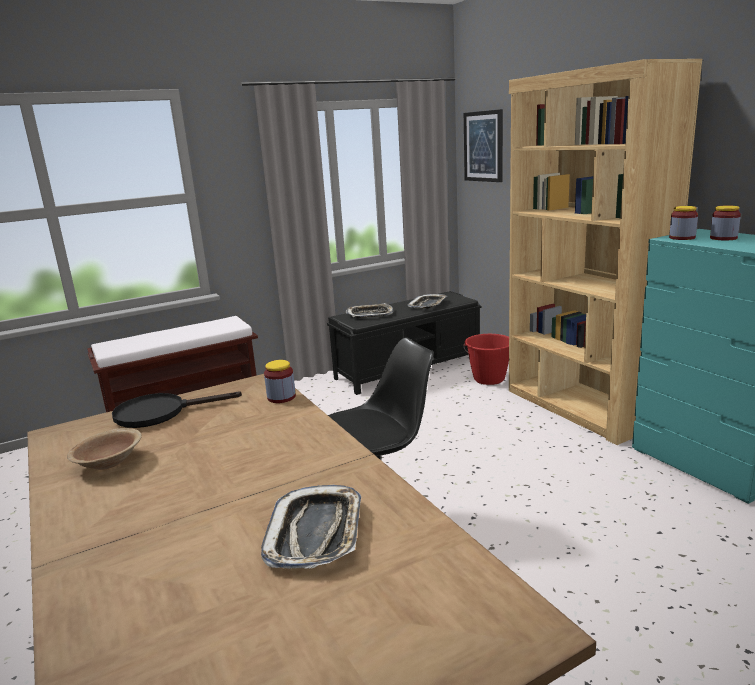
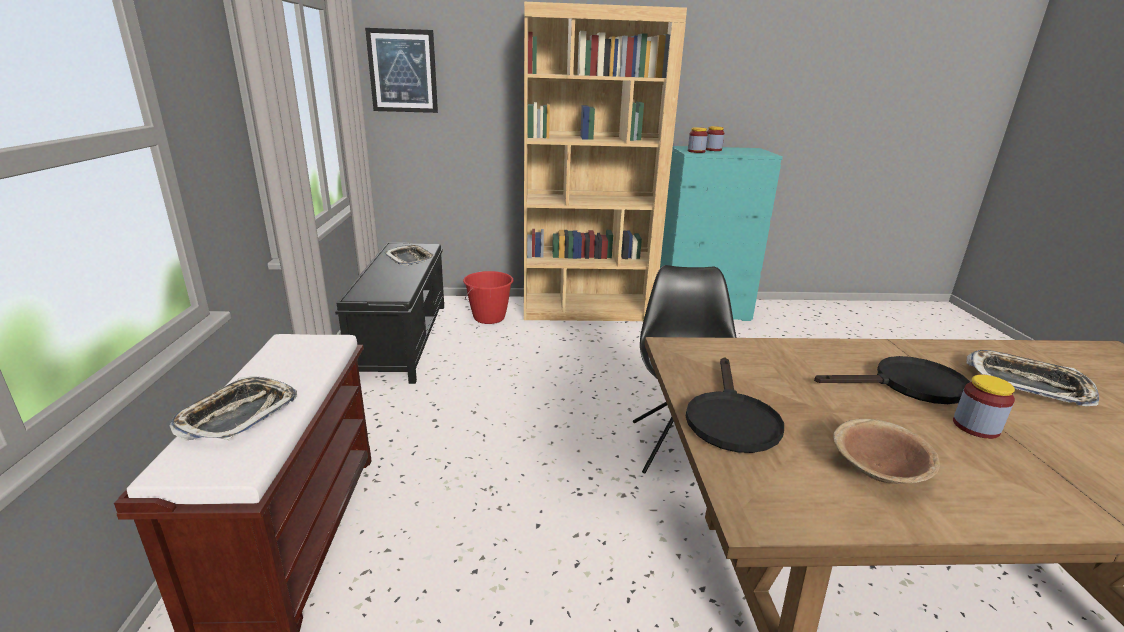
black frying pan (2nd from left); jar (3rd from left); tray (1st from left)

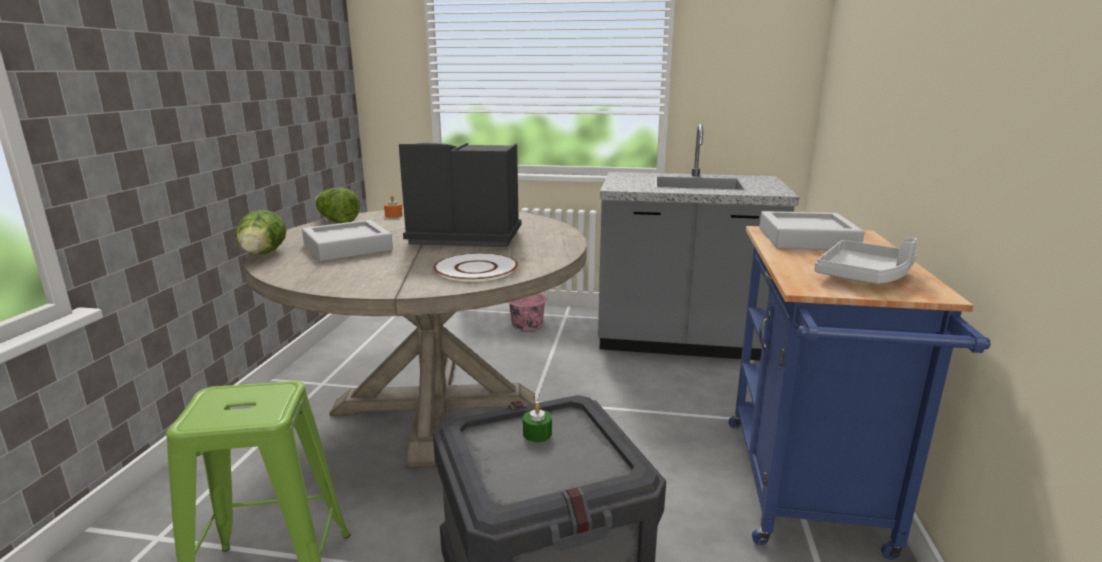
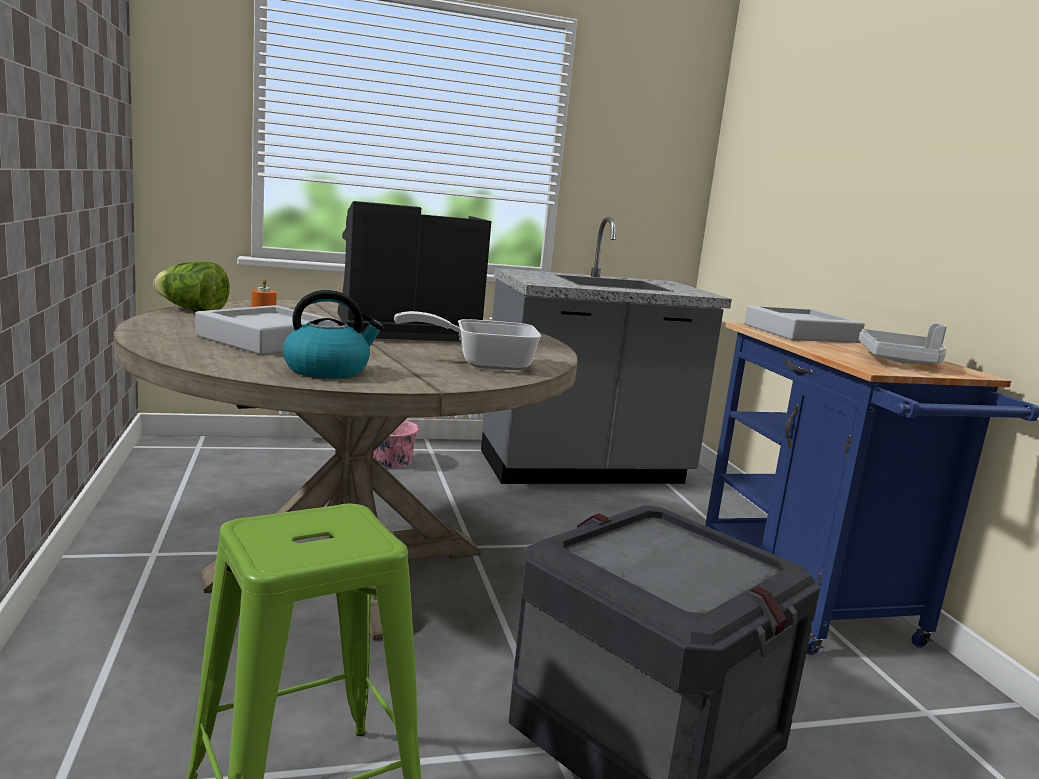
lettuce (1st from left in the first image); green candle; kettle; frying pan

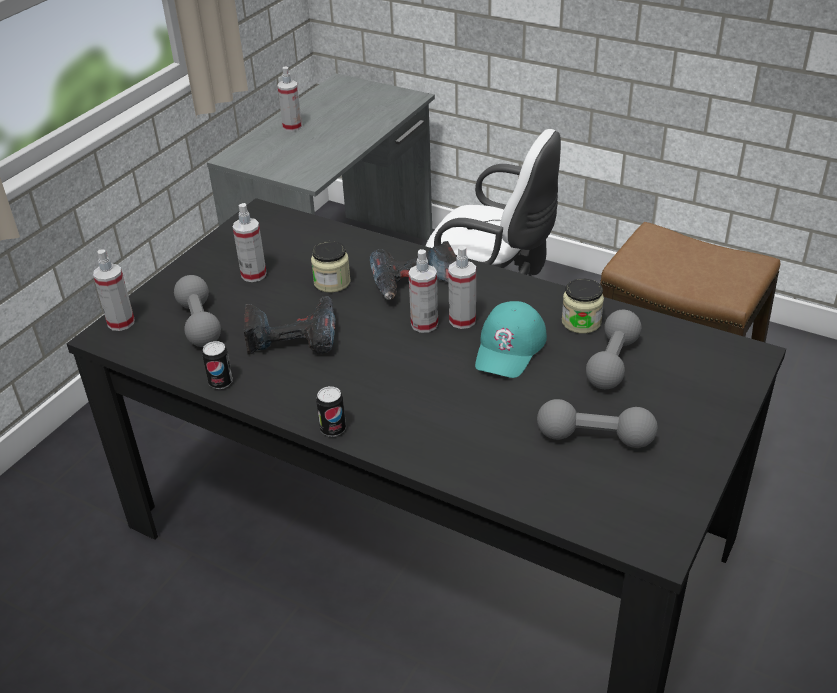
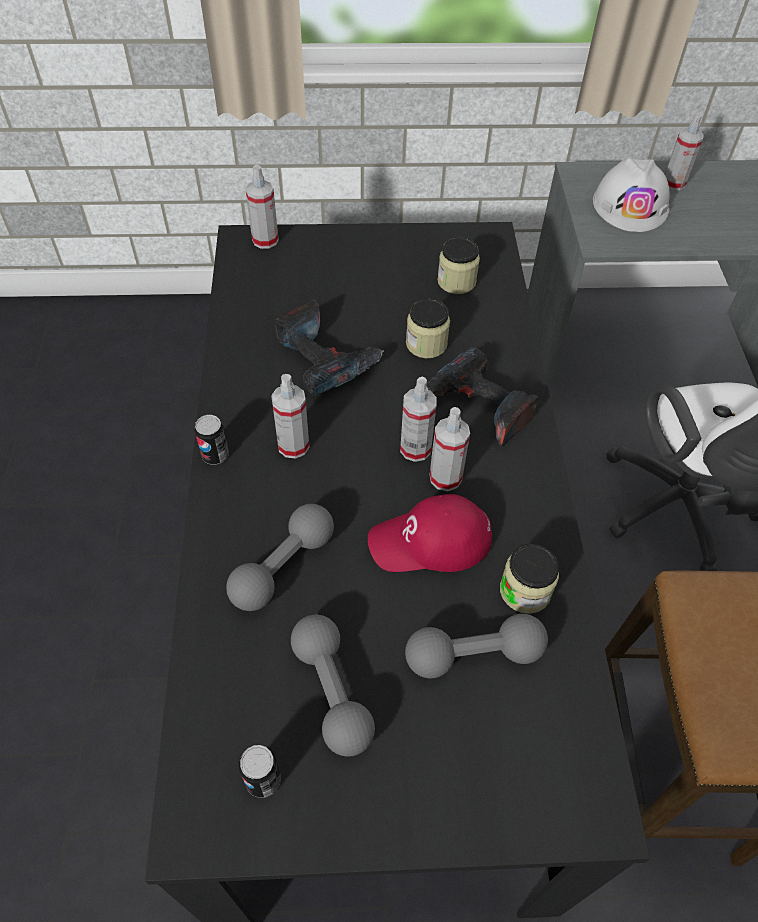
jar (2nd from left); white hard hat; grey dumbbell (1st from left); can (2nd from left); spray bottle (2nd from left); red cap

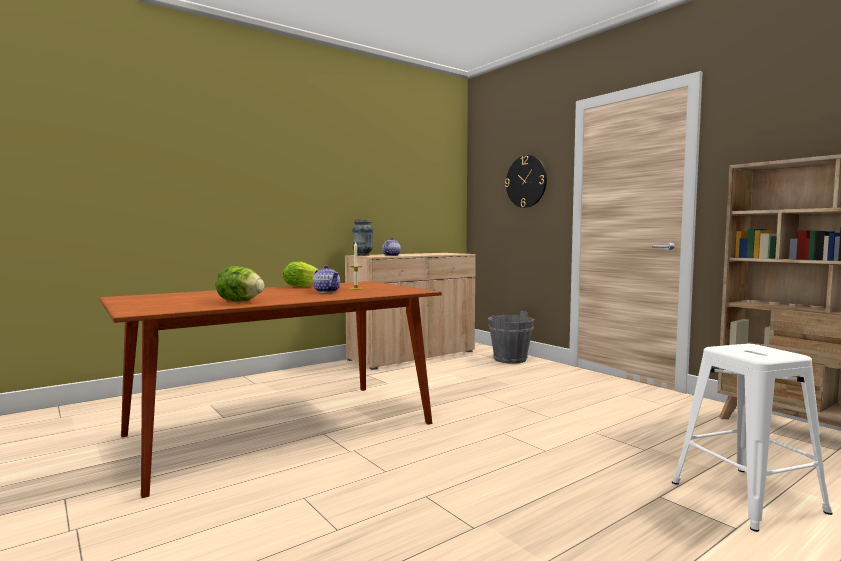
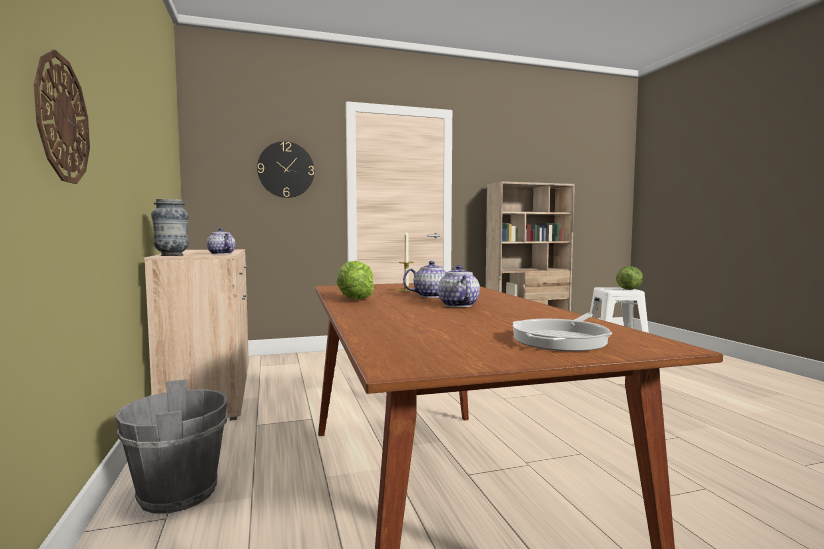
wall clock (1st from left); teapot (3rd from left); frying pan; lettuce (2nd from left); grey bucket

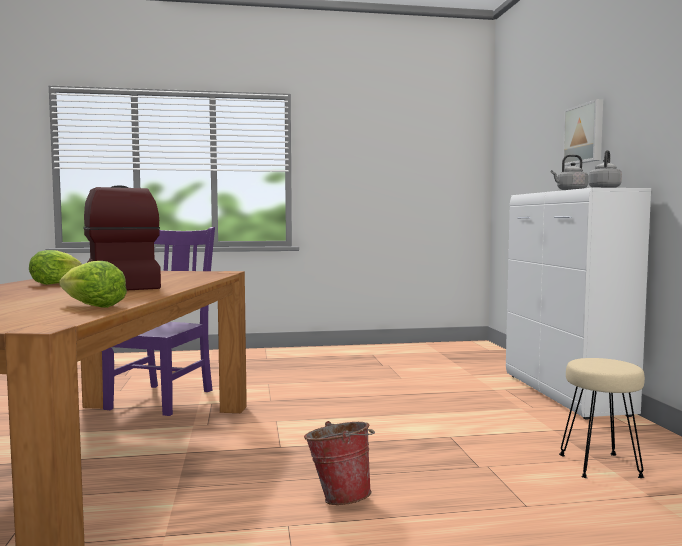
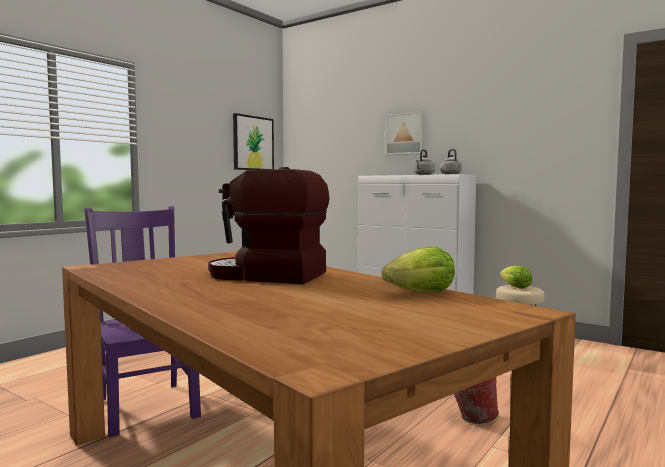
picture (1st from left); lettuce (2nd from left)

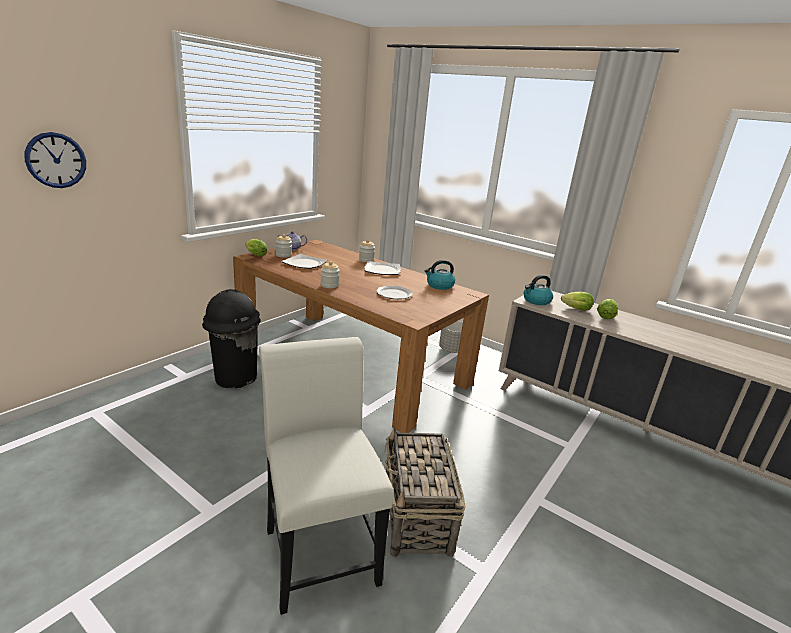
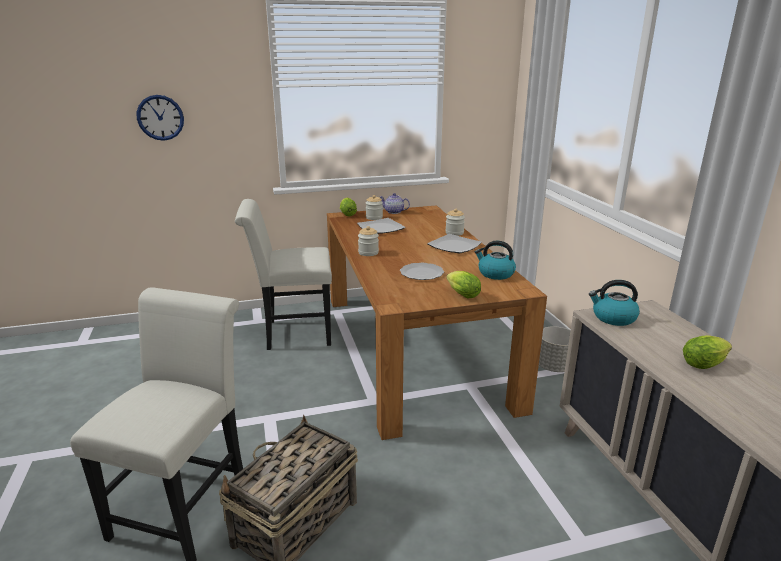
lettuce (2nd from left); white chair (2nd from left)

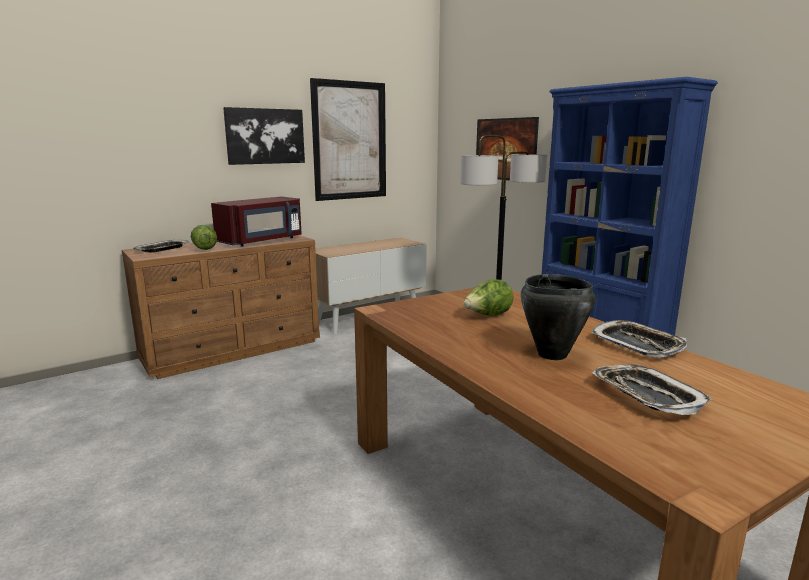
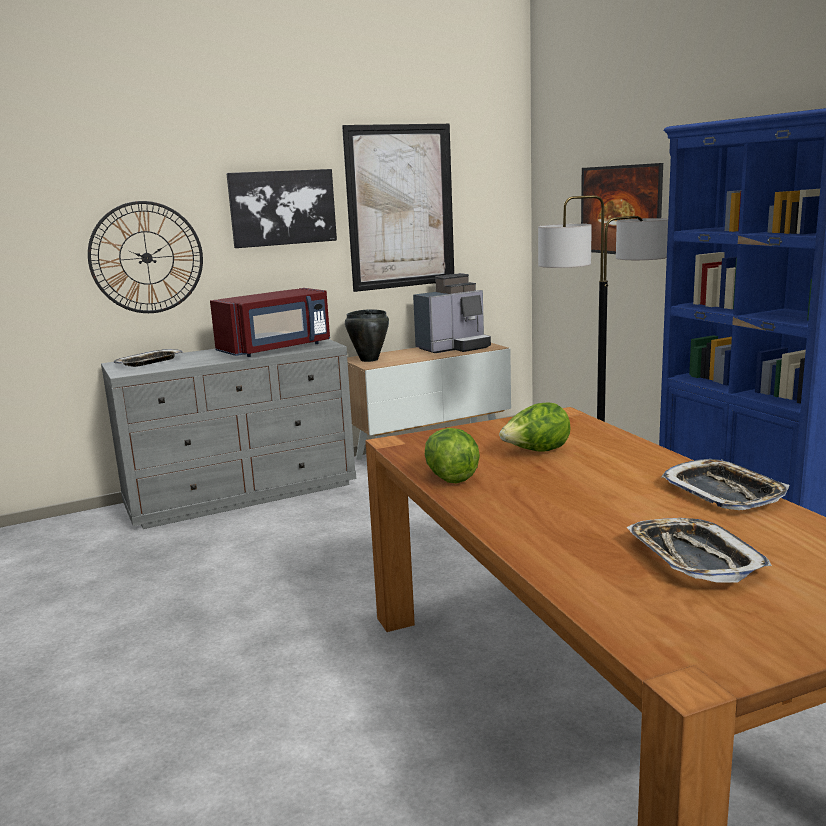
wall clock; coffee machine; lettuce (1st from left); black cooking pot; grey dresser

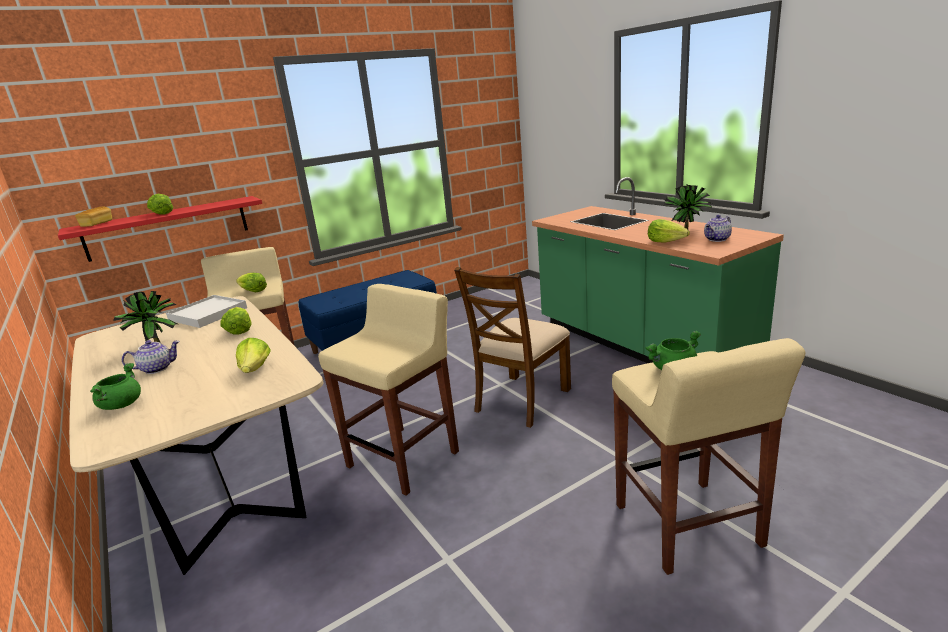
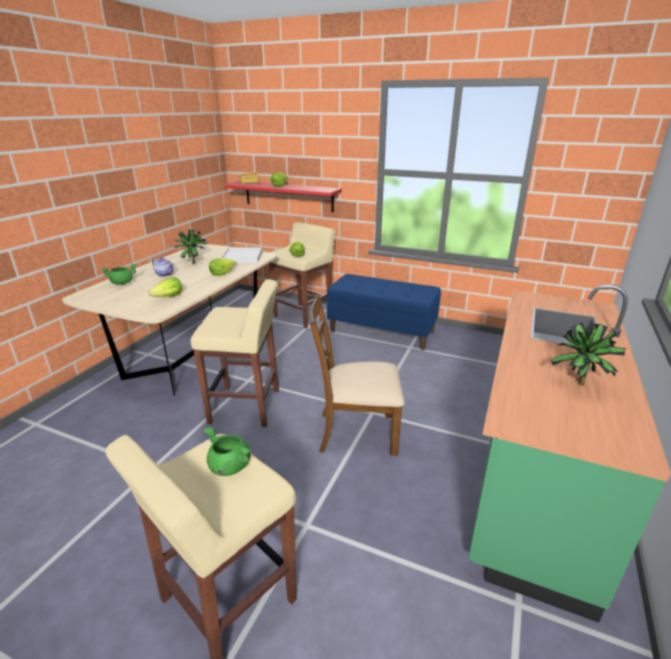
lettuce (5th from left in the first image); teapot (2nd from left in the first image)

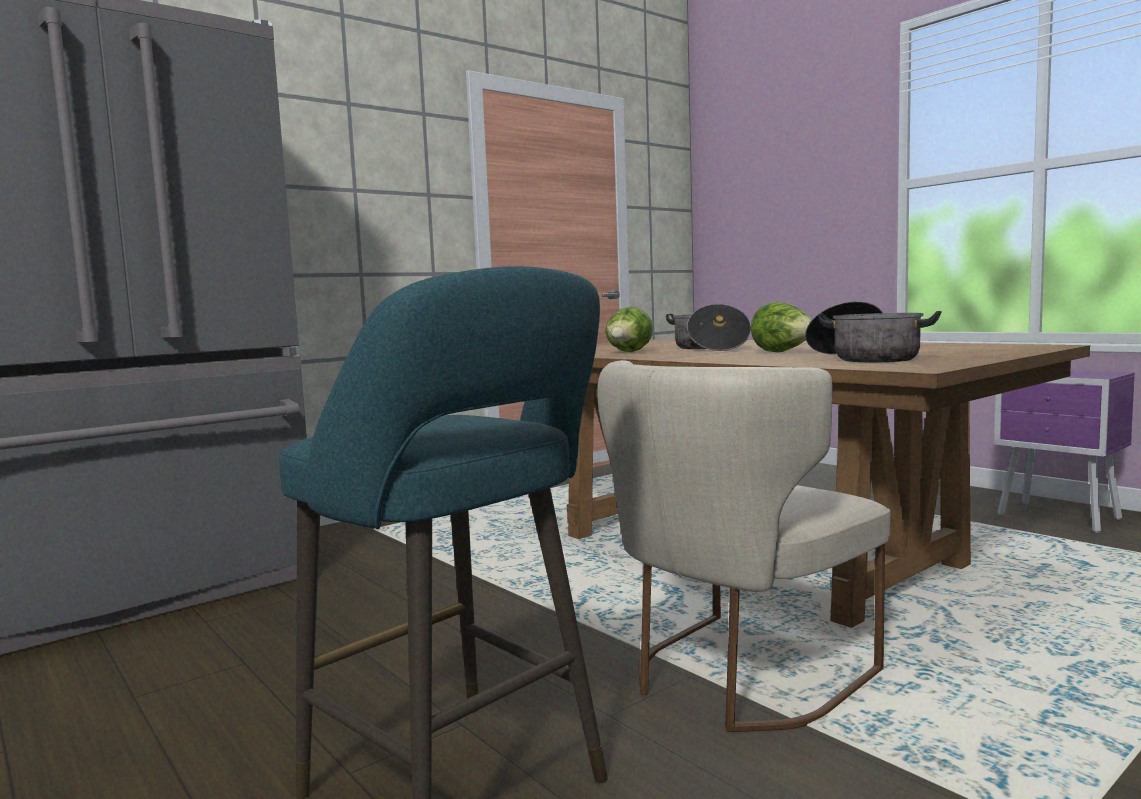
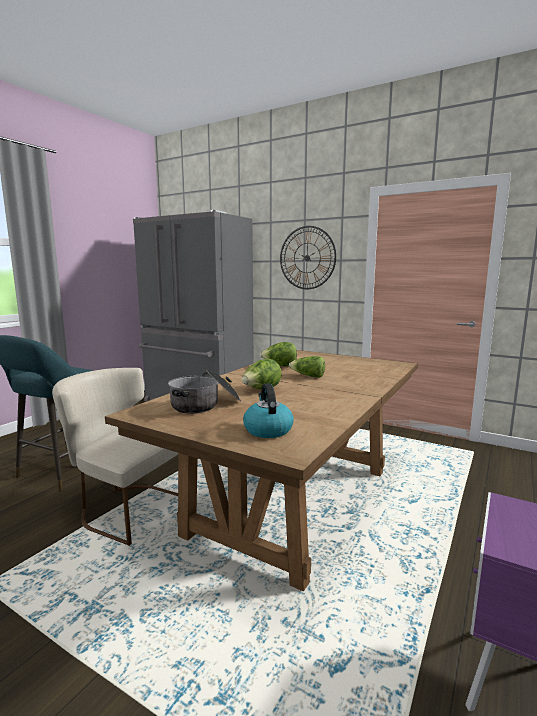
kettle; wall clock; lettuce (3rd from left)

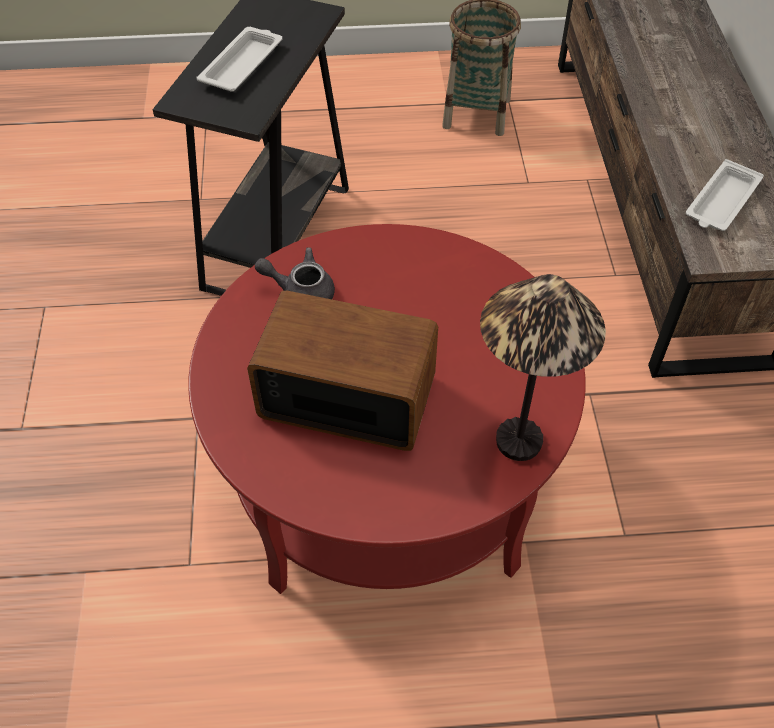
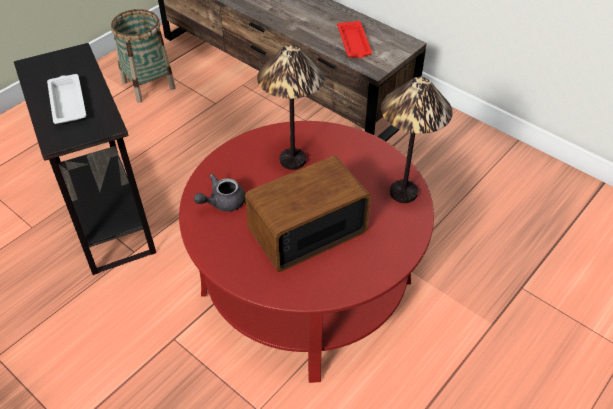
table lamp (1st from left); red tray

